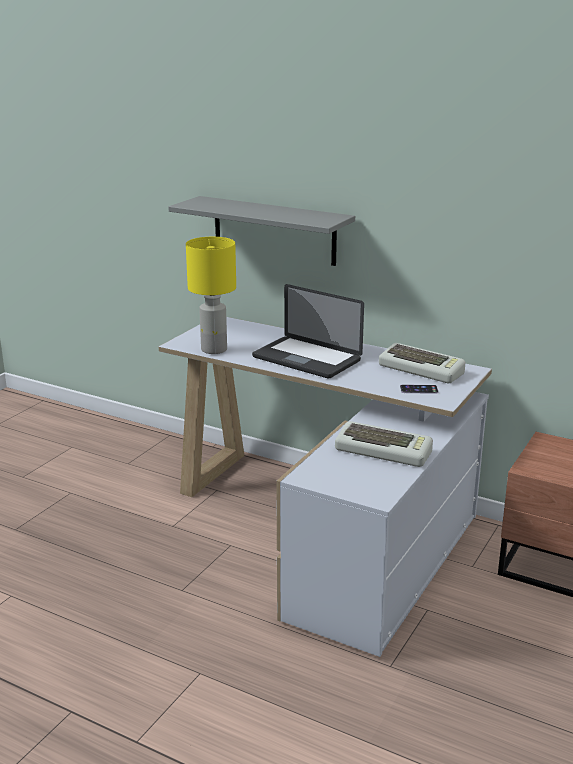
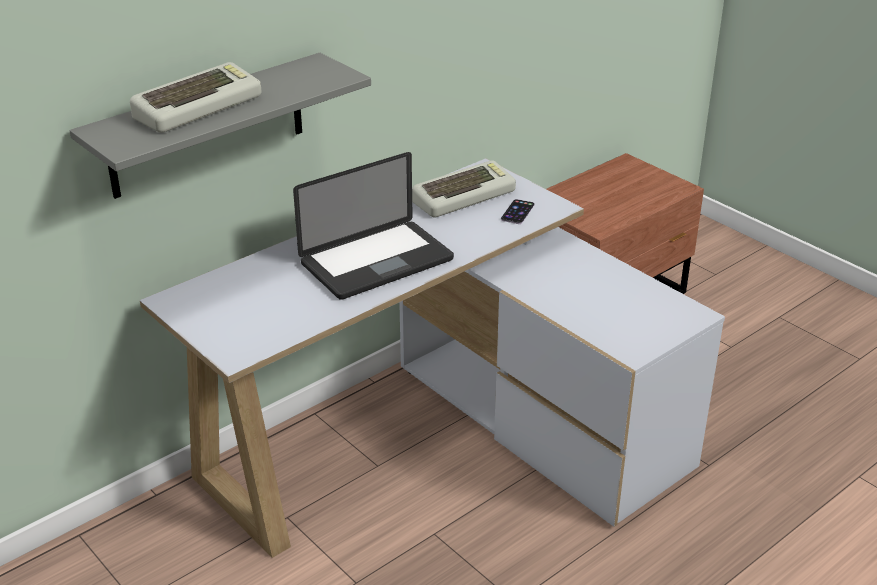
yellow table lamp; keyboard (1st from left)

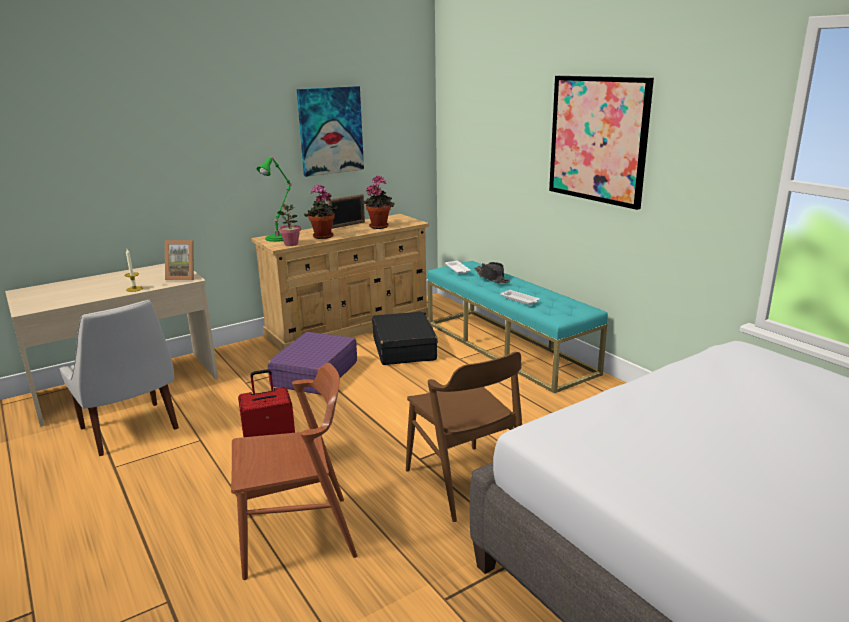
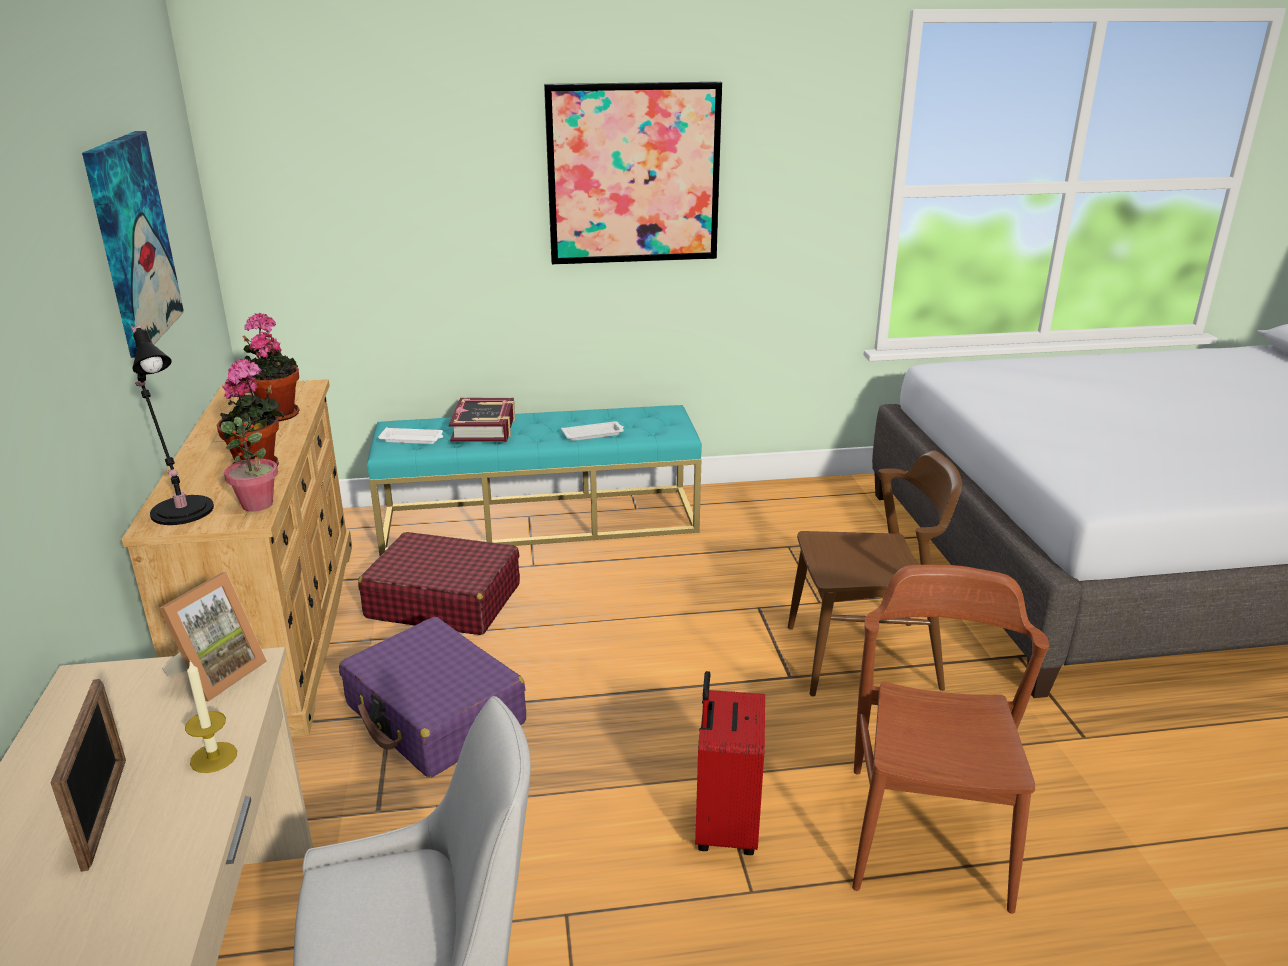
picture frame (1st from left); book; black table lamp; red suitcase (1st from left)

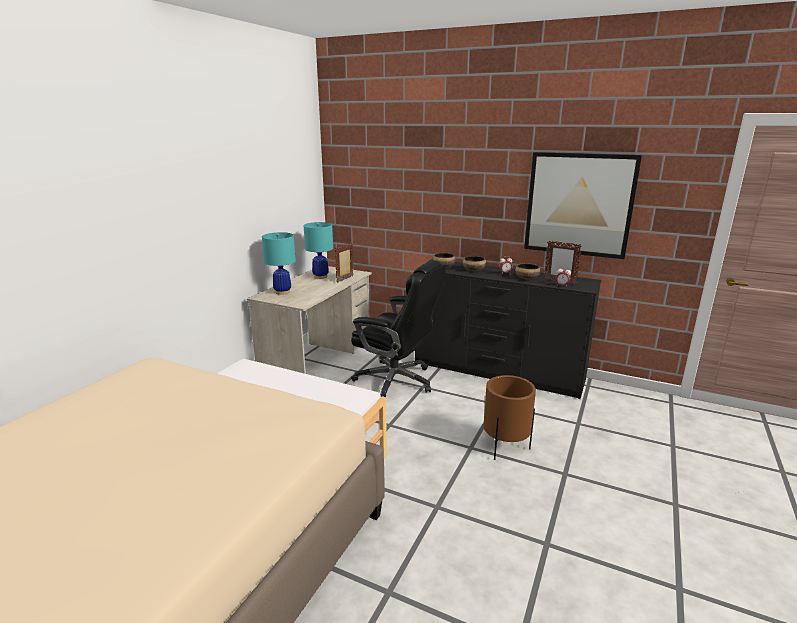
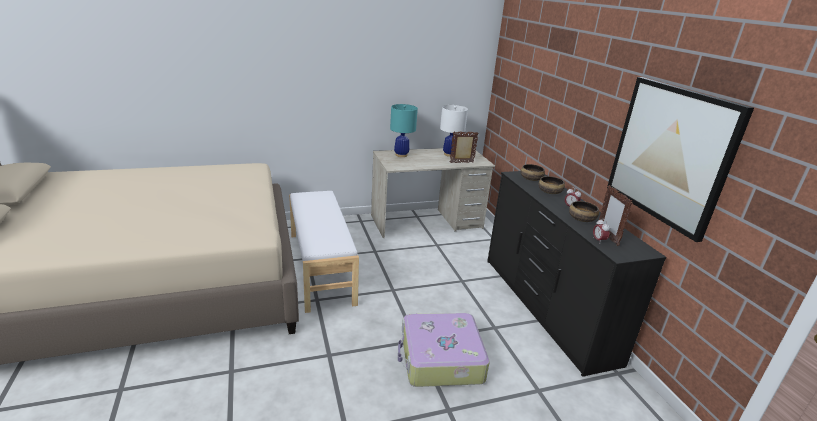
black office chair; suitcase; white table lamp

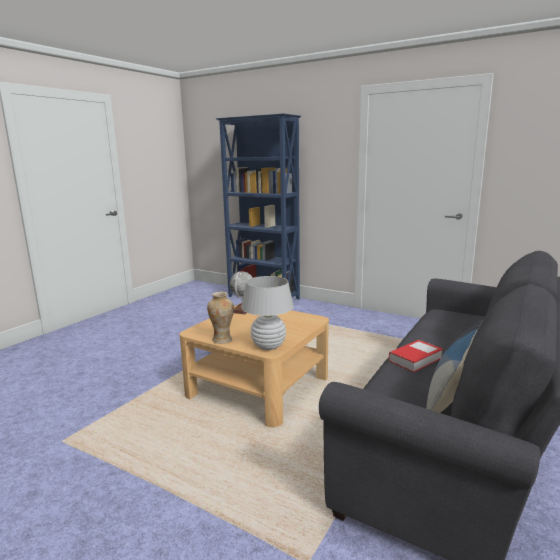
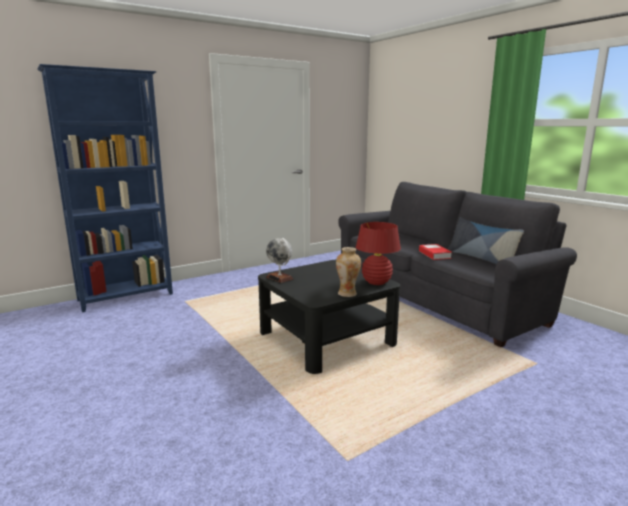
black coffee table; red table lamp

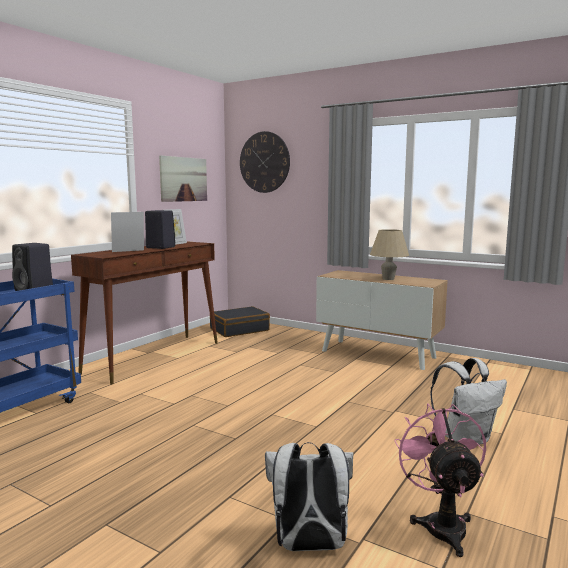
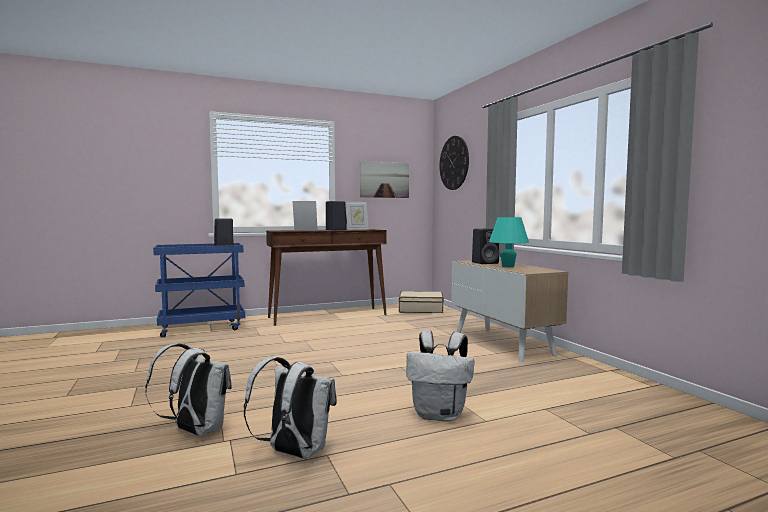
black speaker (3rd from left); white backpack (2nd from left); beige suitcase; turquoise table lamp

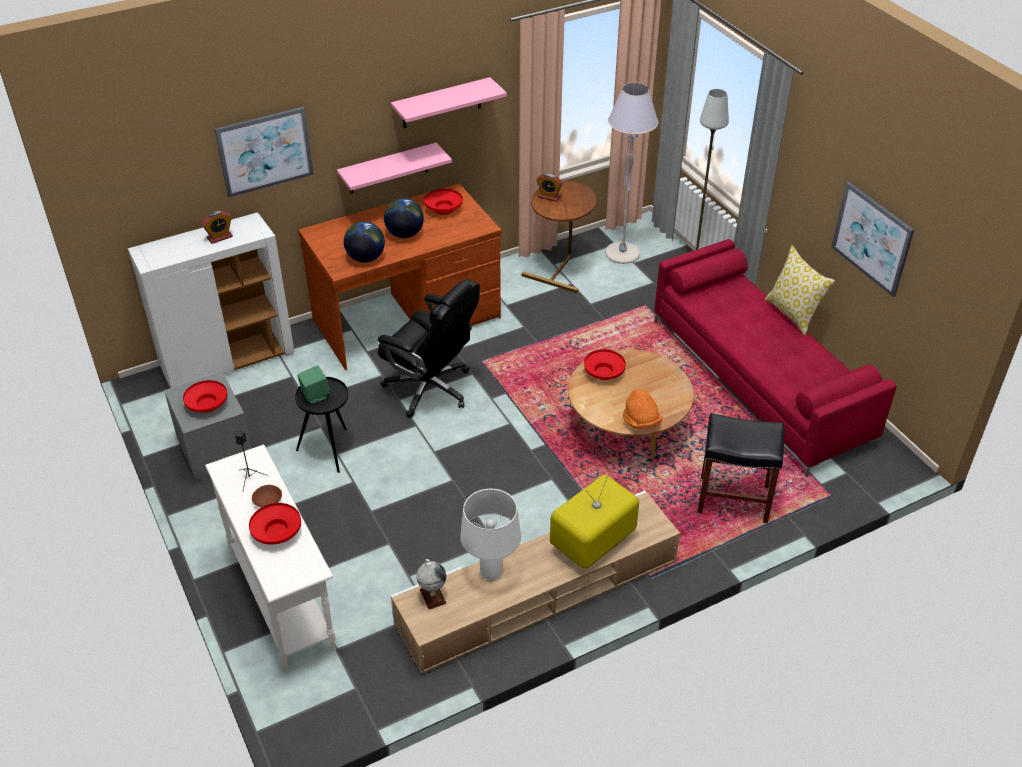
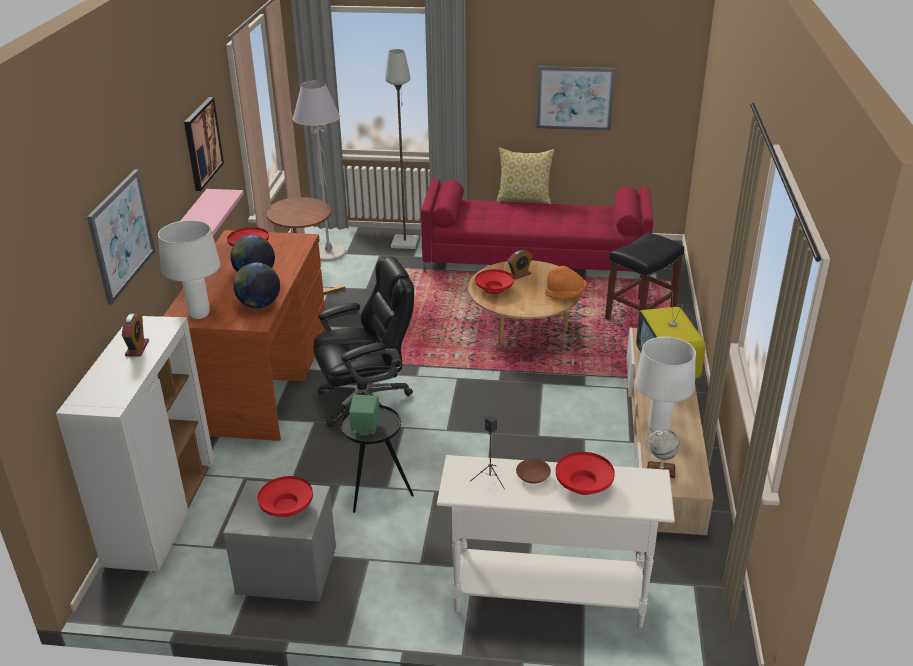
white table lamp (1st from left); alarm clock (2nd from left); picture (2nd from left)

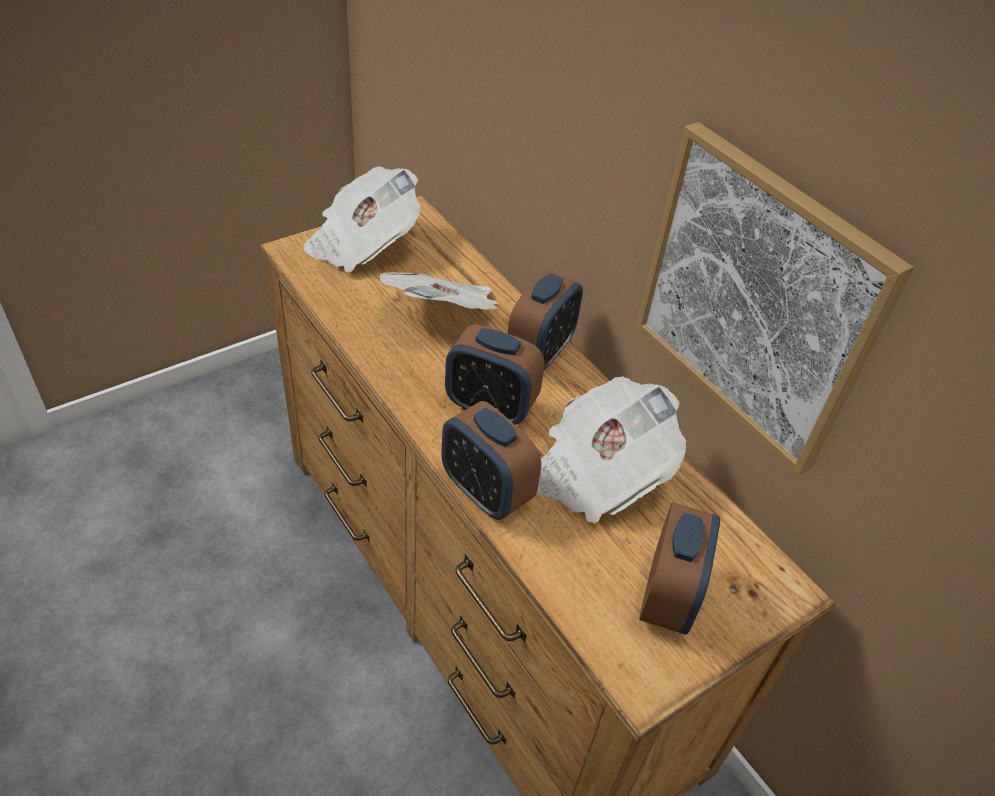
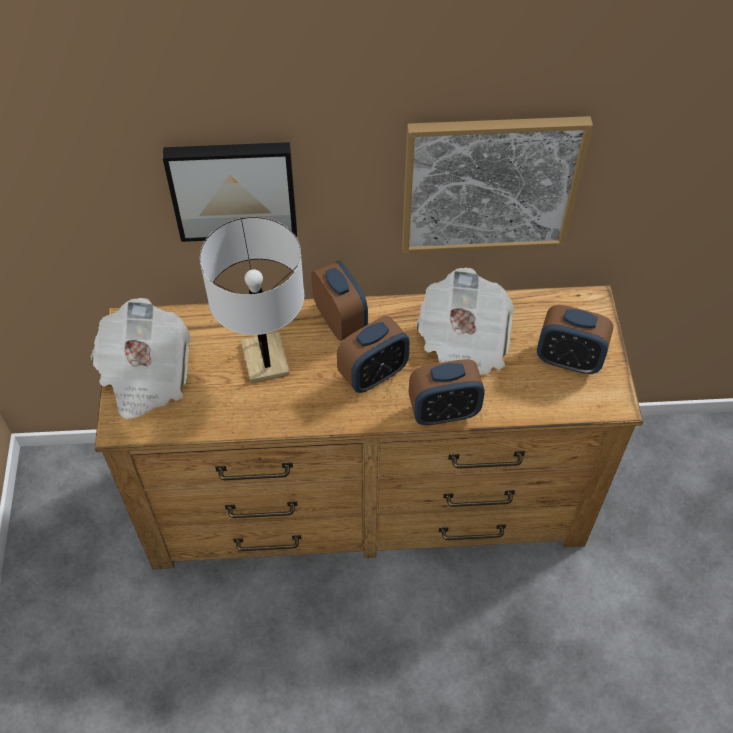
picture (1st from left); white table lamp; alarm clock (4th from left)

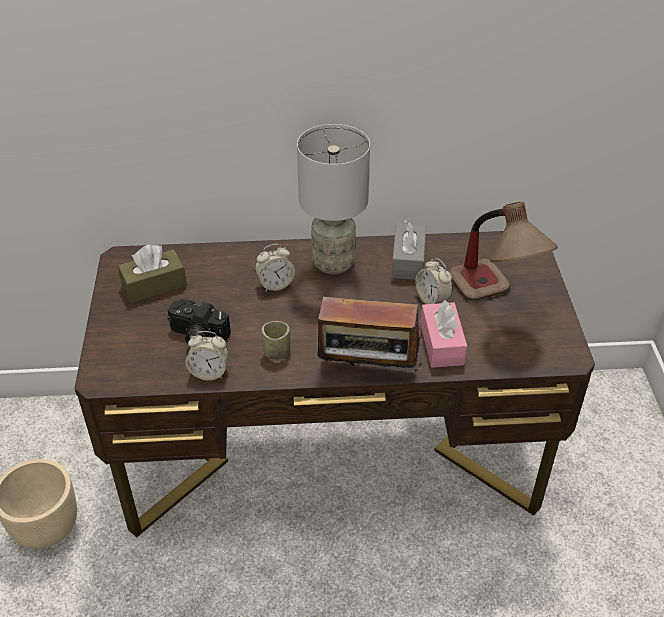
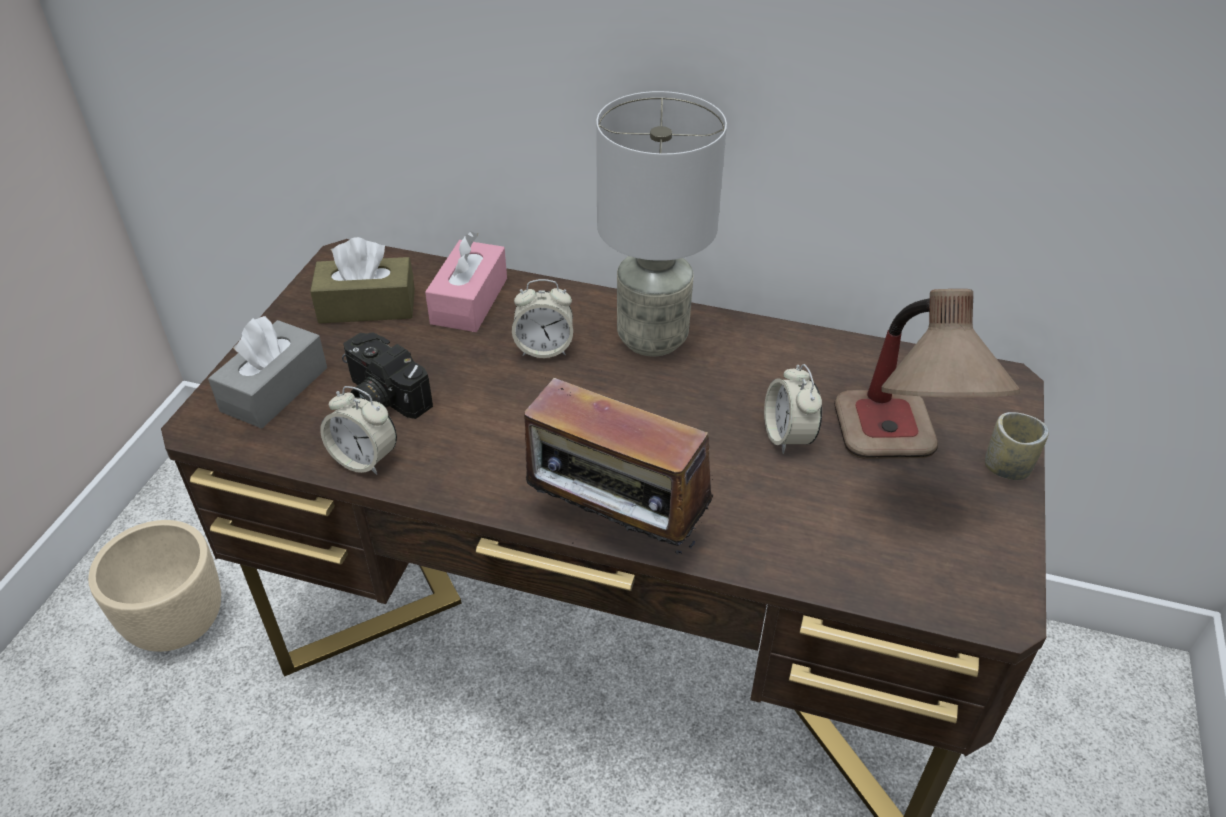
cup; grey tissue box; pink tissue box

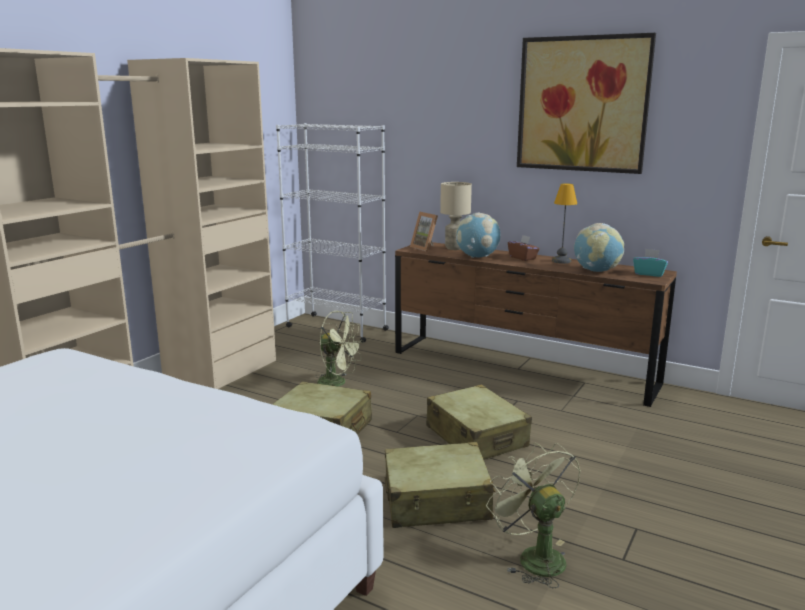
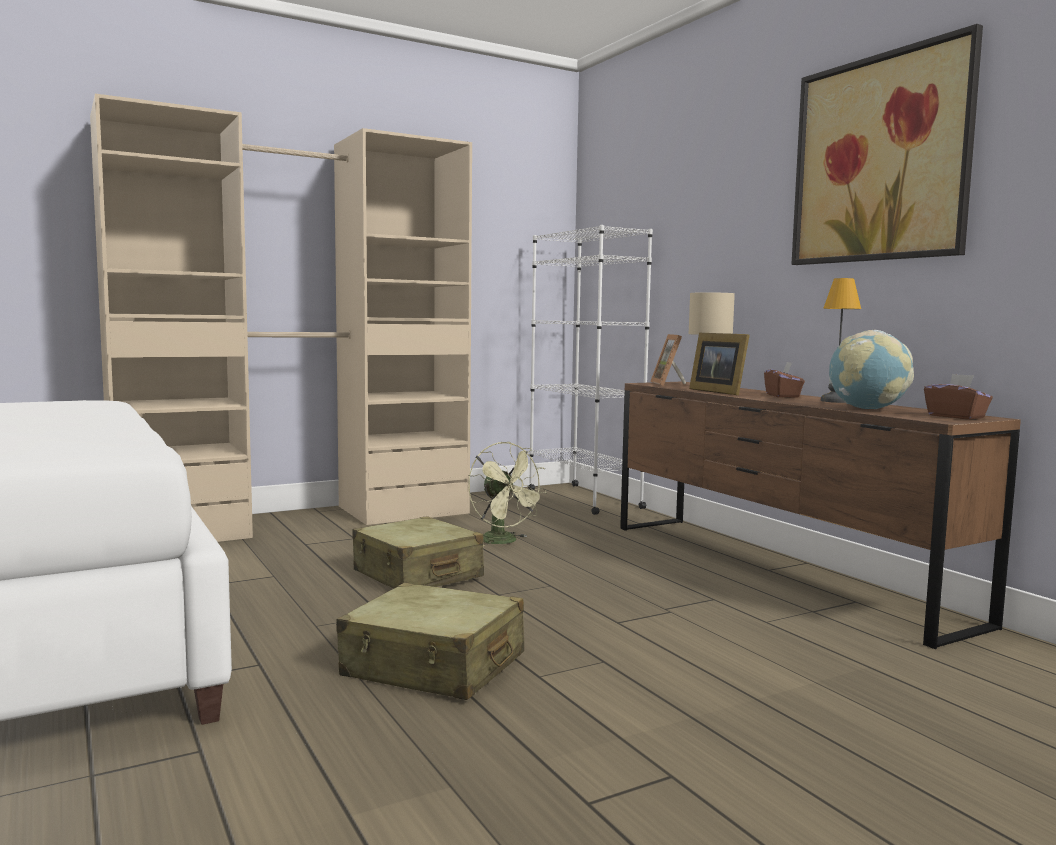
beige suitcase (3rd from left in the first image); green fan (2nd from left in the first image); picture frame (2nd from left); brown tissue box (2nd from left)

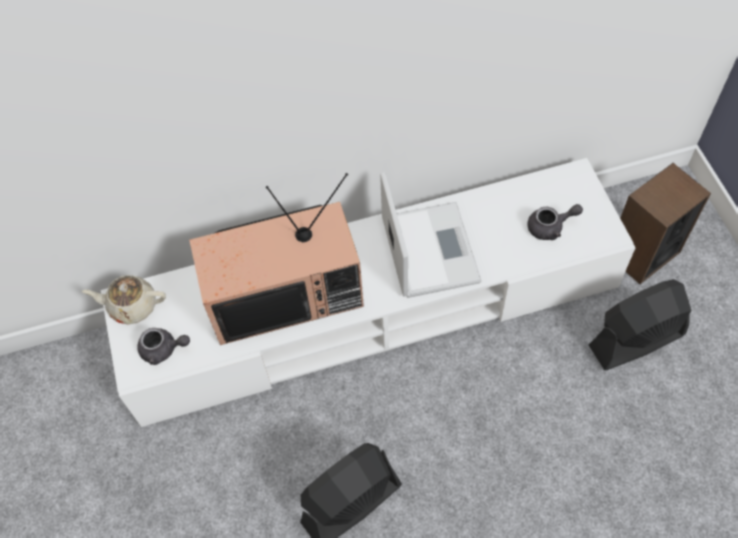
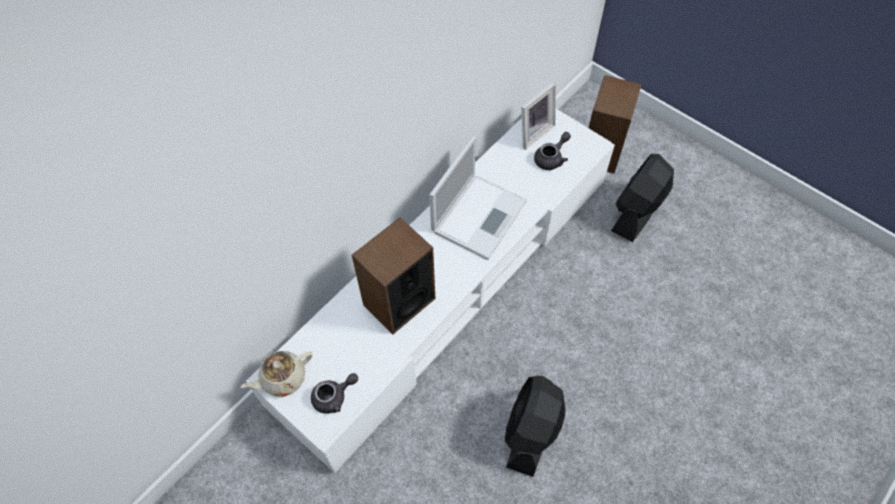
picture frame; speaker (1st from left); laptop

